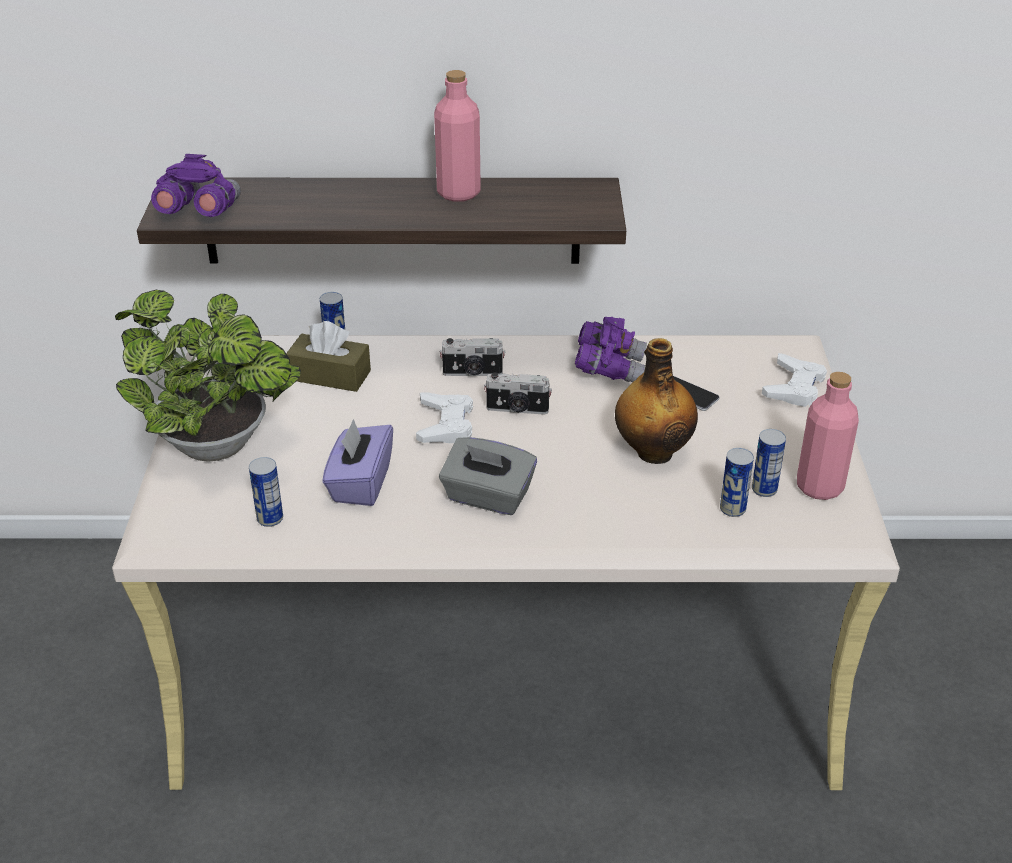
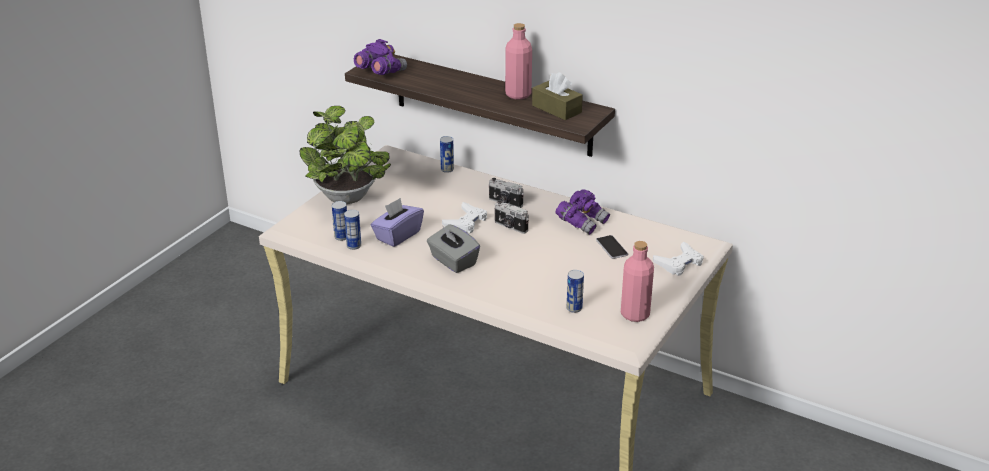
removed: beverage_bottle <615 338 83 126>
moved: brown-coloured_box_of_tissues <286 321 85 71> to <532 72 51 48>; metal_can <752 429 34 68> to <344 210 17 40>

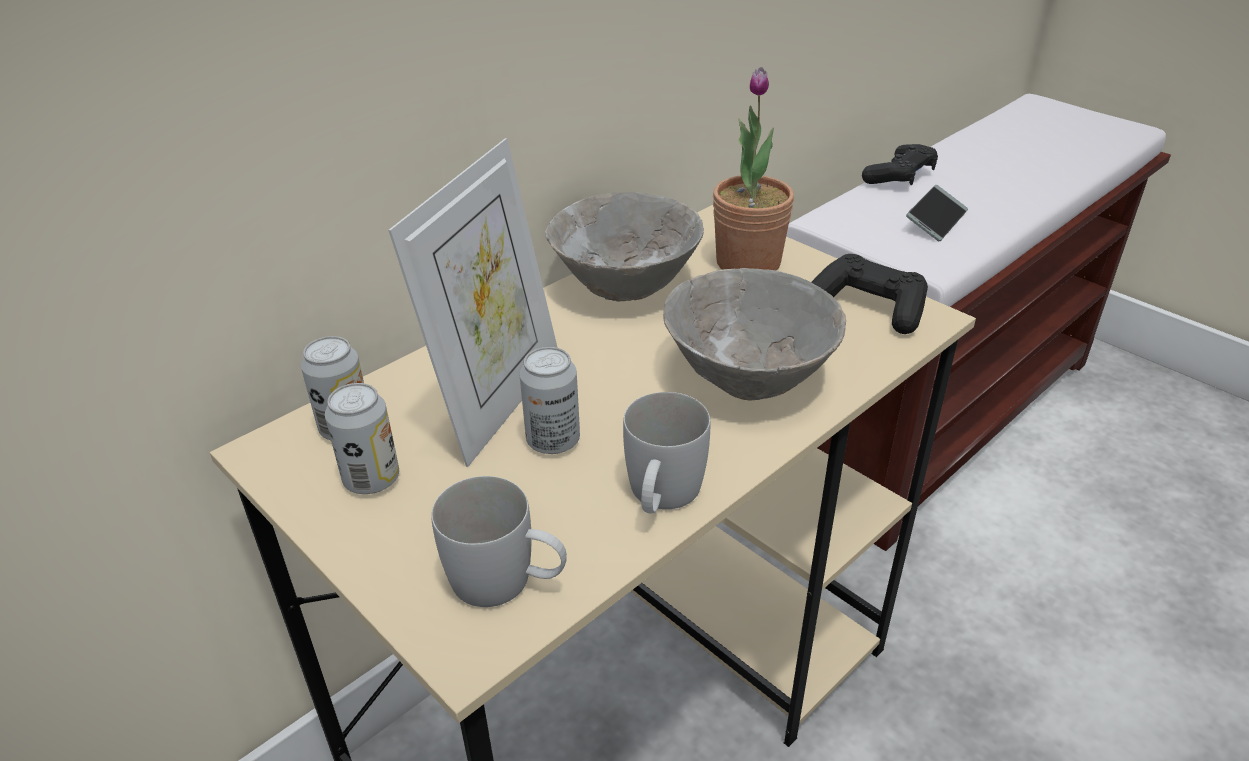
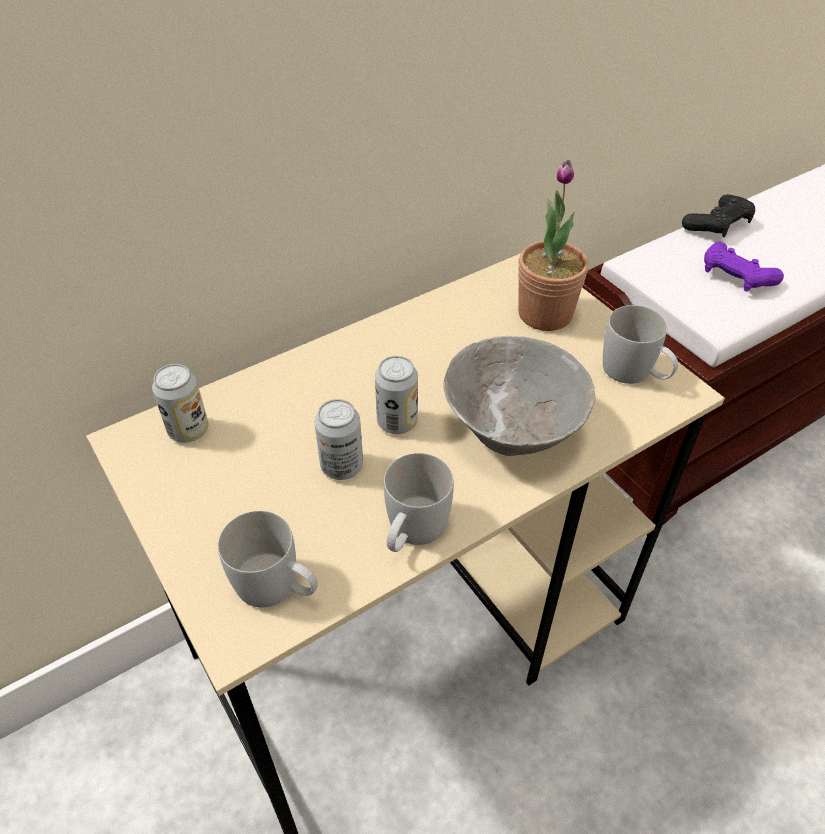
removed: photo_frame <388 138 170 329>; greyish_deep_dish <545 192 159 110>
moved: metal_can <325 383 74 111> to <375 356 43 78>
replaced: telephone <906 185 62 56> to purple_joypad <704 242 80 50>; black_joypad <811 254 117 80> to white_coffee_mug <603 305 75 79>

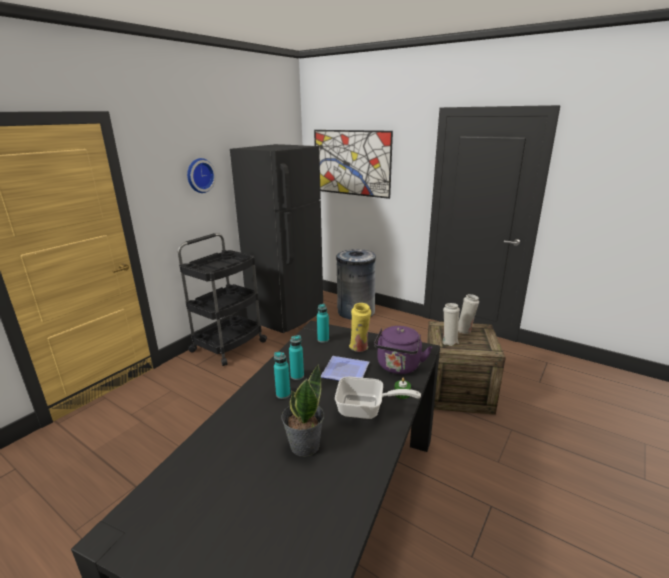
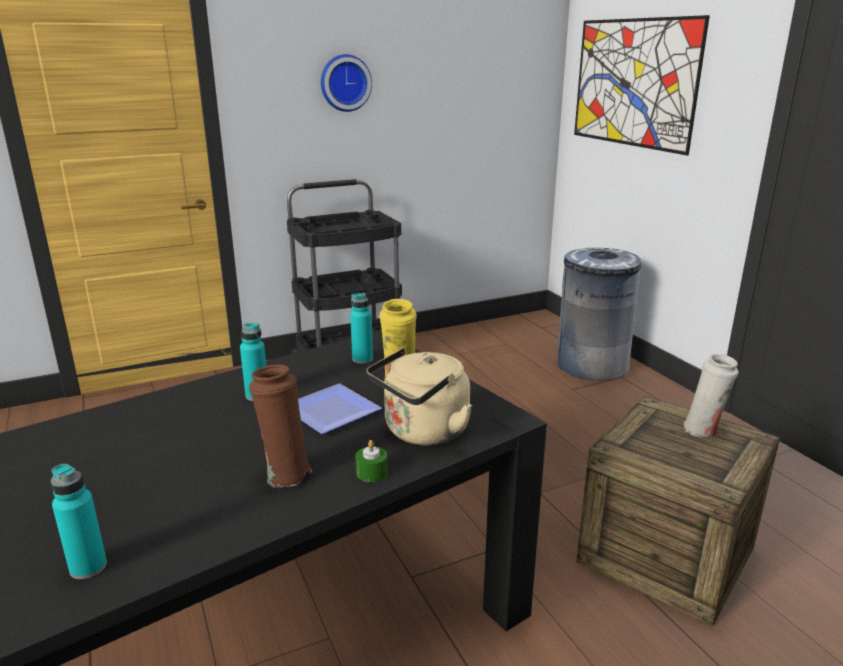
removed: black_kitchen_fridge <230 144 93 189>; white_flower_vase <442 303 18 43>; potted_plant <282 364 42 93>
moved: blue-green_beverage_bottle <274 352 17 47> to <51 464 56 115>
replaced: frying_pan <335 377 86 42> to brown-coloured_flower_vase <249 364 64 124>
recoloured: purple_tea_kettle <374 326 58 48> to beige_tea_kettle <367 348 105 98>

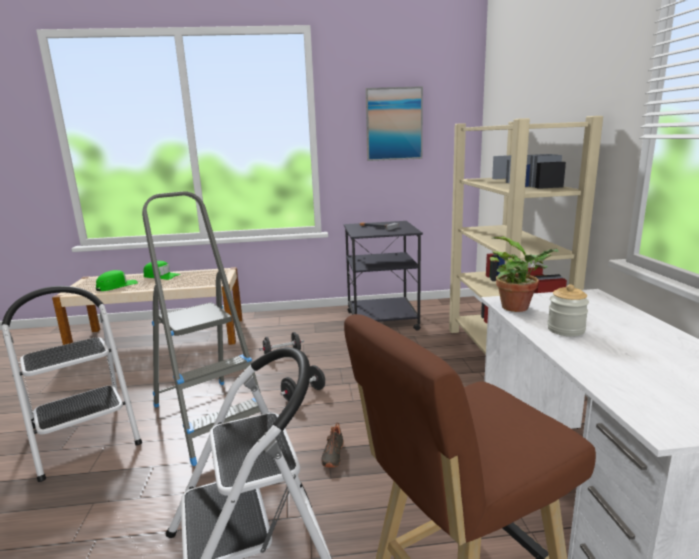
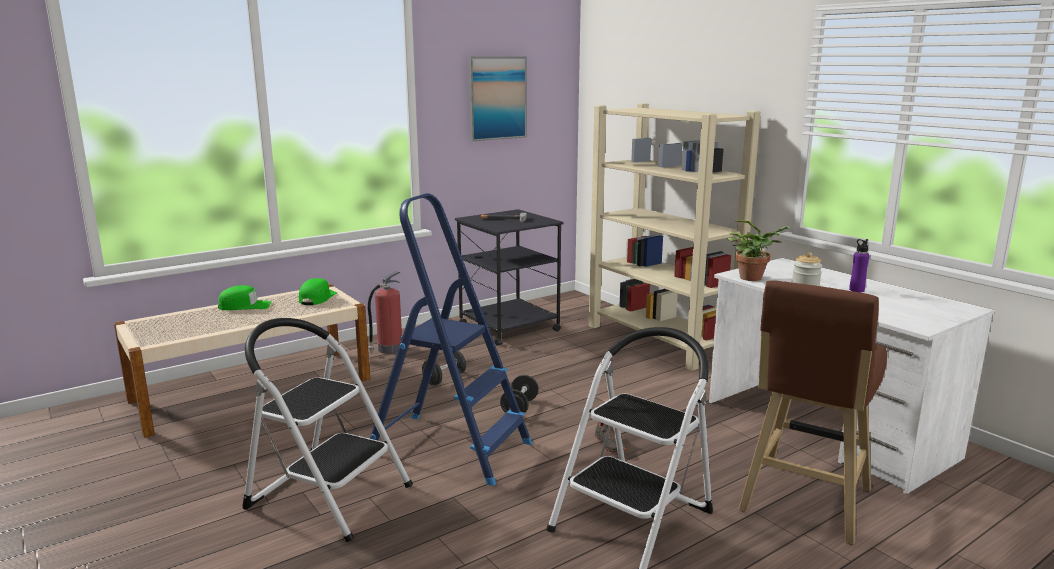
added: purple_beverage_bottle <849 239 20 53>; fire-fighting_cylinder <368 271 34 83>
moved: green-coloured_peaked_cap <96 270 42 21> to <299 278 38 27>
recoloured: greyish_step_stool <142 191 120 275> to blue-coloured_step_stool <370 193 162 293>

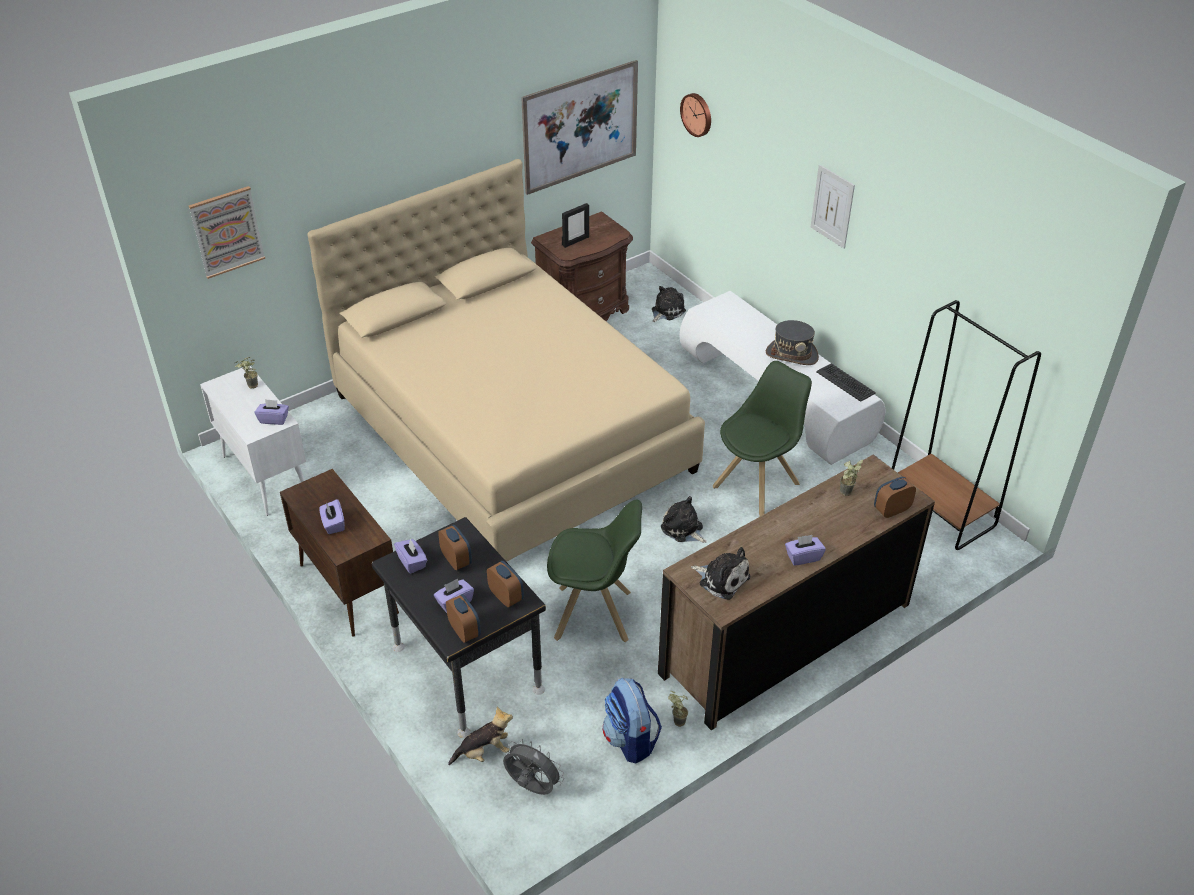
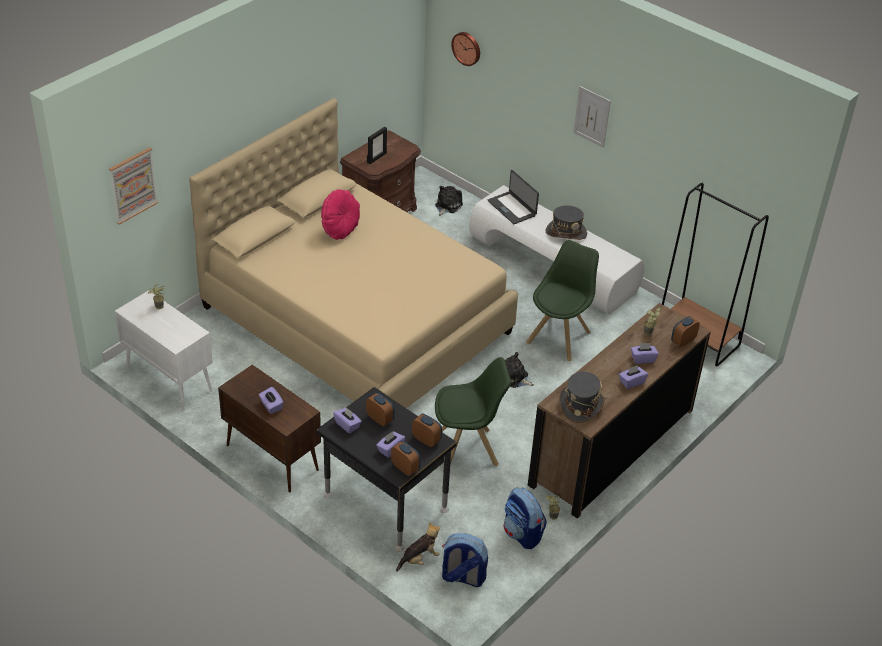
removed: picture <521 60 117 135>; PC_keyboard <816 363 60 39>
added: portable_computer <488 170 51 54>; pinkish_throw_pillow <321 189 39 51>
moved: purple_box_of_tissues <254 399 35 26> to <631 343 28 21>
replaced: cuddly_toy <691 547 60 53> to greyish_clothing_hat <559 371 46 52>; greyish_cooling_fan <503 739 61 56> to rucksack <442 533 46 54>

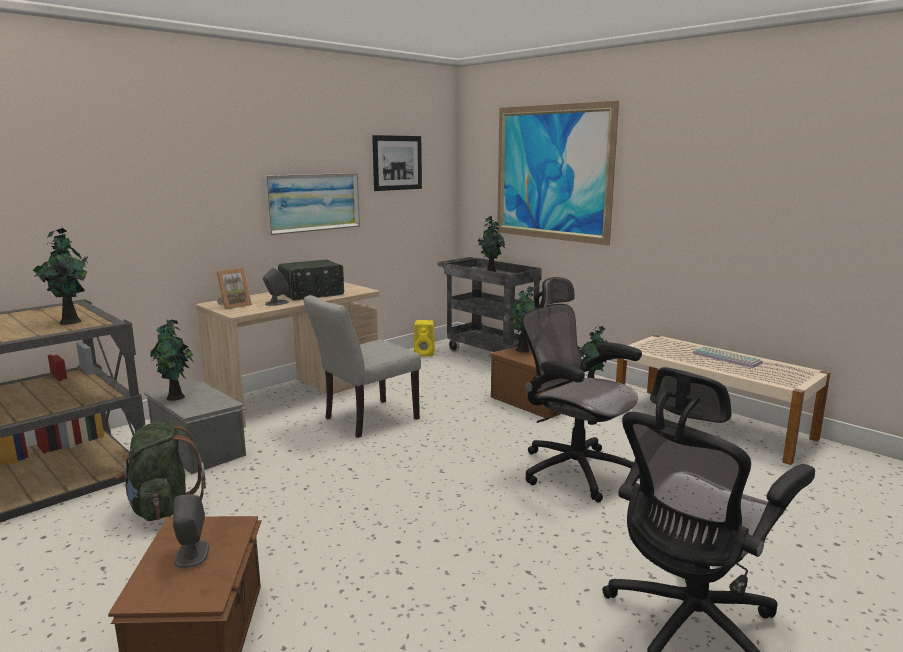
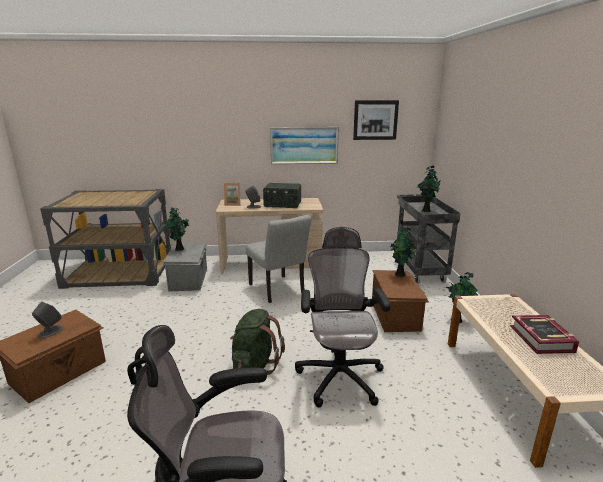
removed: picture <497 101 122 145>; potted_plant <32 228 56 97>; yellowish_speaker <414 320 21 36>
moved: green-coloured_rucksack <115 421 91 100> to <230 309 55 66>
replaced: PC_keyboard <692 346 71 22> to volume <510 315 69 39>
turned: greyish_chair <304 295 117 143> = <246 215 66 88> 120 degrees counterclockwise

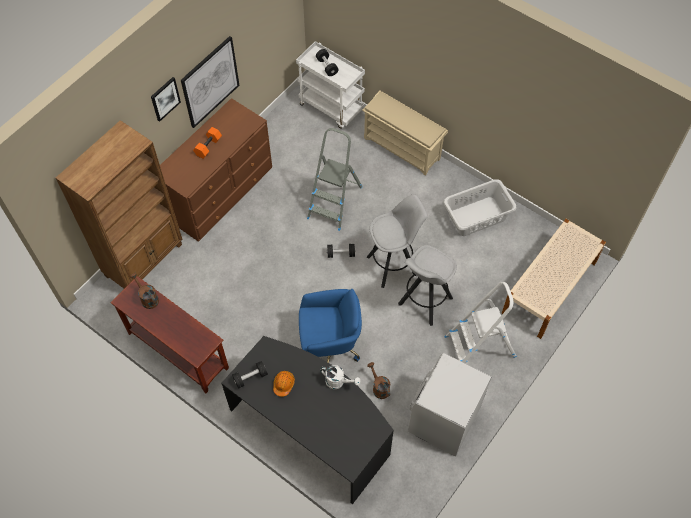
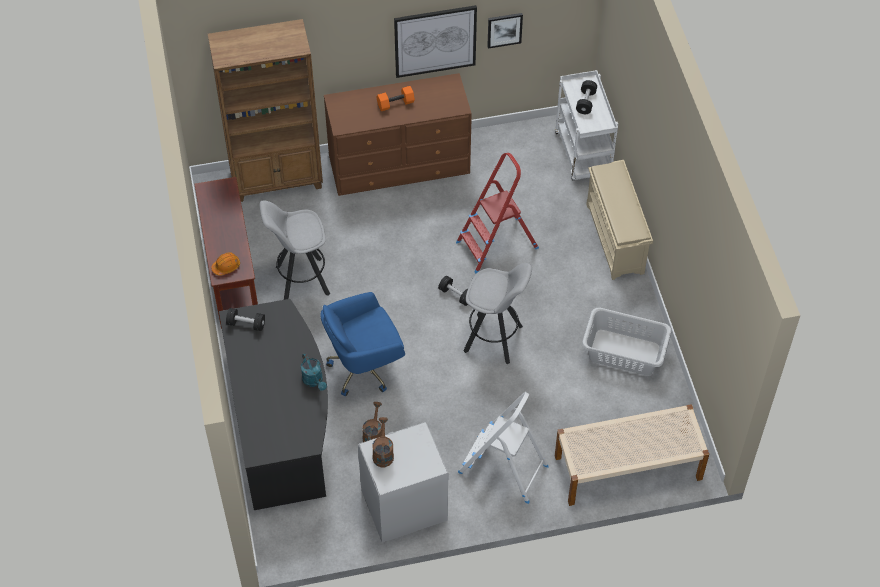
moved: picture <151 77 30 45> to <487 13 36 36>; greyish_sitting_stool <398 245 59 81> to <260 200 70 100>; brown-coloured_sprinkling_can <130 273 29 36> to <372 417 22 51>; orange-coloured_hard_hat <273 371 22 26> to <212 252 28 24>
recoloured: greyish_step_stool <307 128 56 103> to red-coloured_step_stool <456 153 83 121>; white_sprinkling_can <320 365 40 24> to blue-green_sprinkling_can <301 353 26 38>
turned: blue-coloured_desk_chair <299 289 63 74> = <320 292 85 104> 120 degrees clockwise

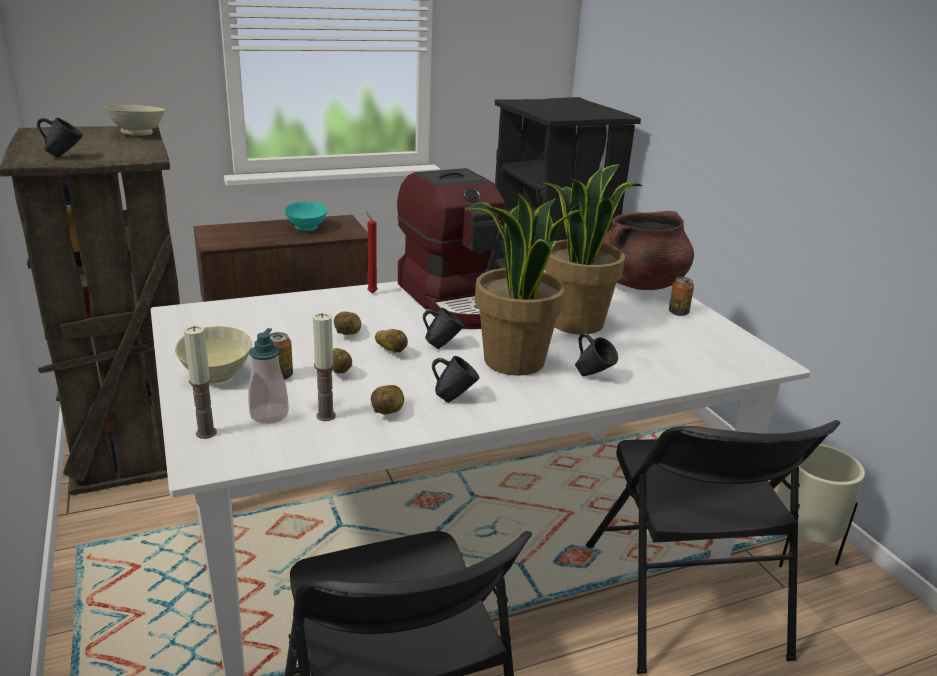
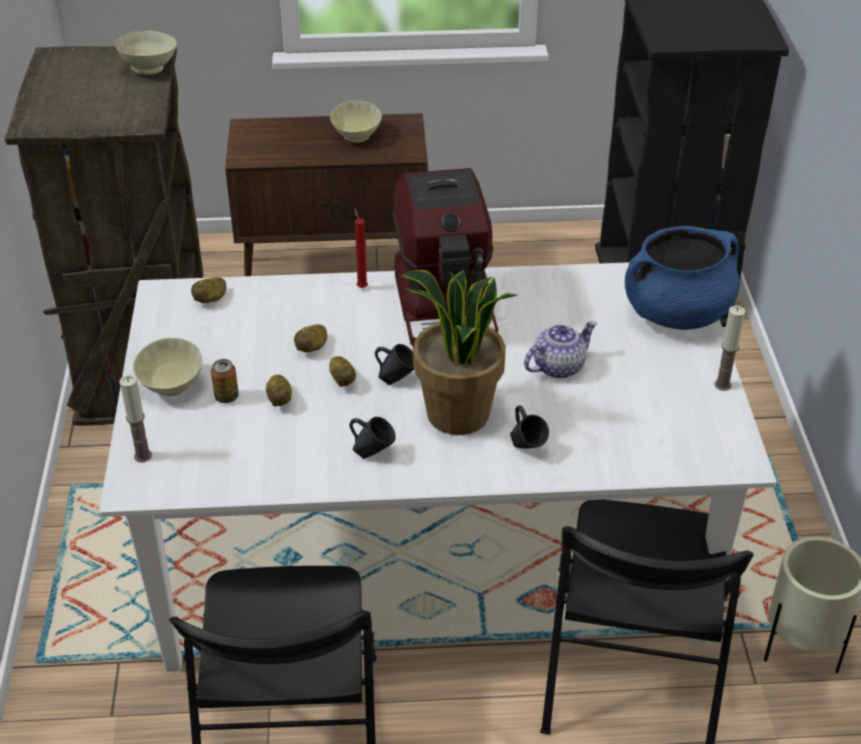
removed: blue-coloured_coffee_mug <37 118 46 40>; metal_can <669 277 25 39>; soap_bottle <248 328 41 96>
moved: wax_candle <313 313 23 108> to <715 306 30 85>; spud <371 385 33 30> to <191 277 35 26>
replaced: potted_plant <543 164 100 171> to pot_for_tea <524 321 73 57>
recoloured: blue-green_deep_dish <284 201 44 30> to beige_deep_dish <330 101 52 42>; brown-coloured_stockpot <603 211 91 79> to blue-coloured_stockpot <625 226 115 104>

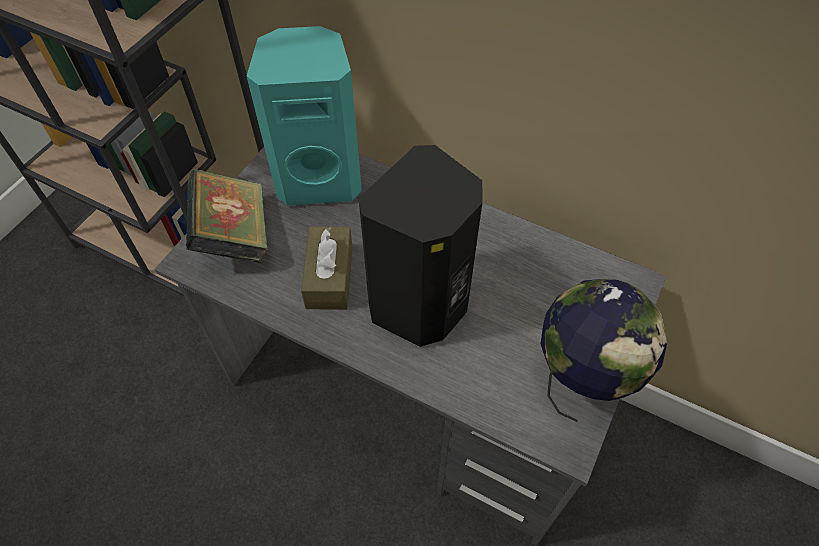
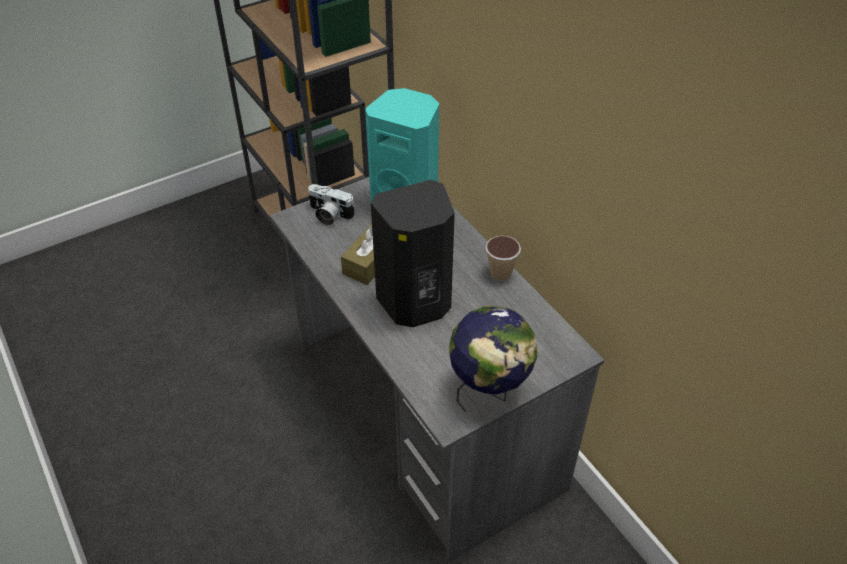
added: cup <486 236 35 45>
replaced: volume <186 169 82 94> to still_camera <308 184 46 42>

